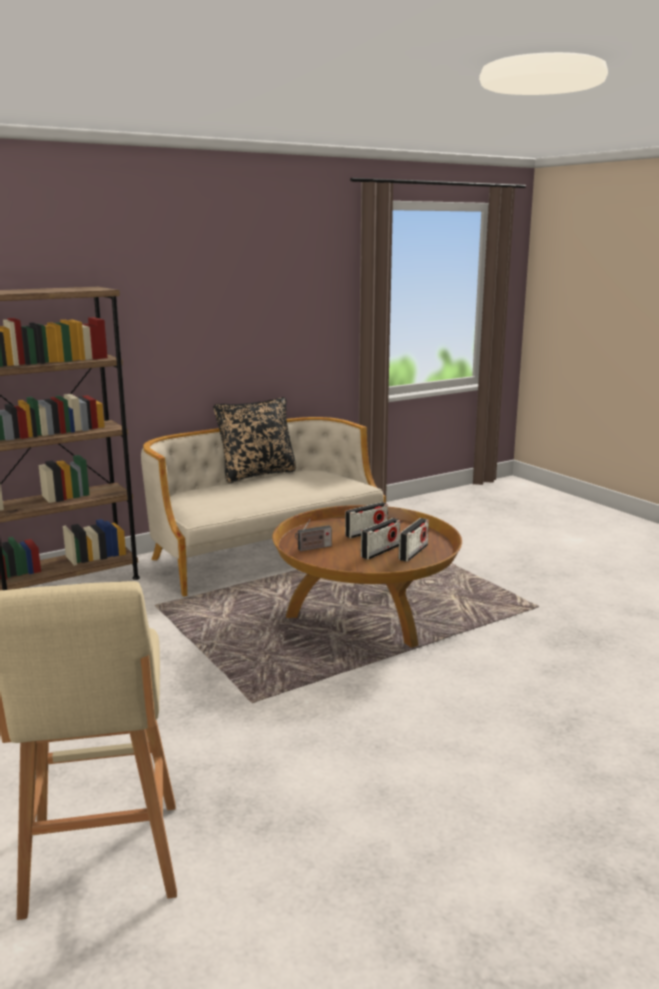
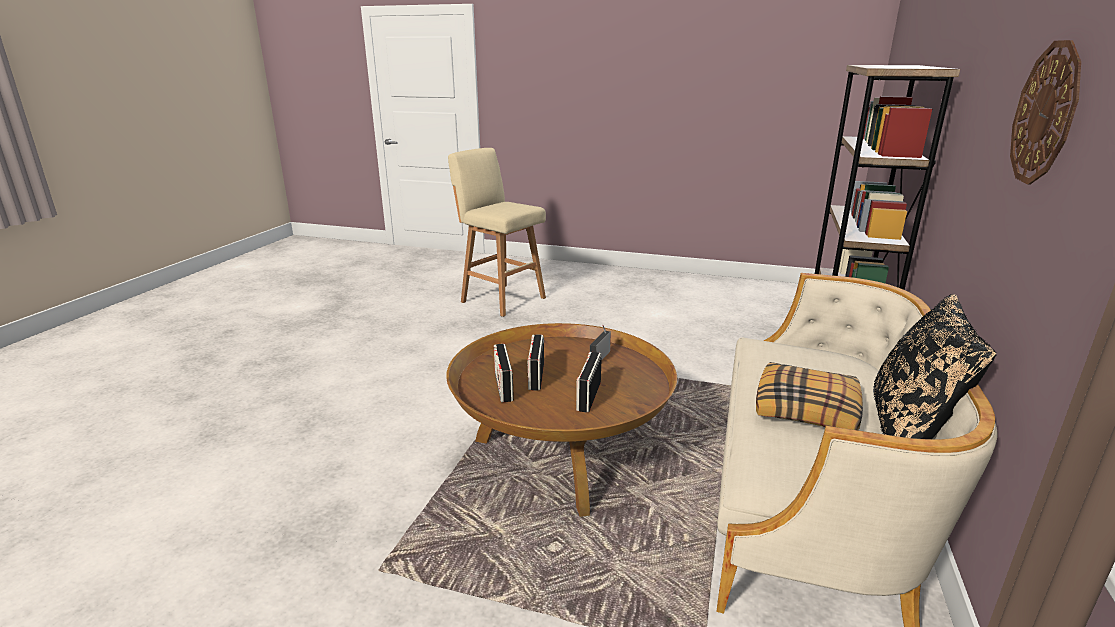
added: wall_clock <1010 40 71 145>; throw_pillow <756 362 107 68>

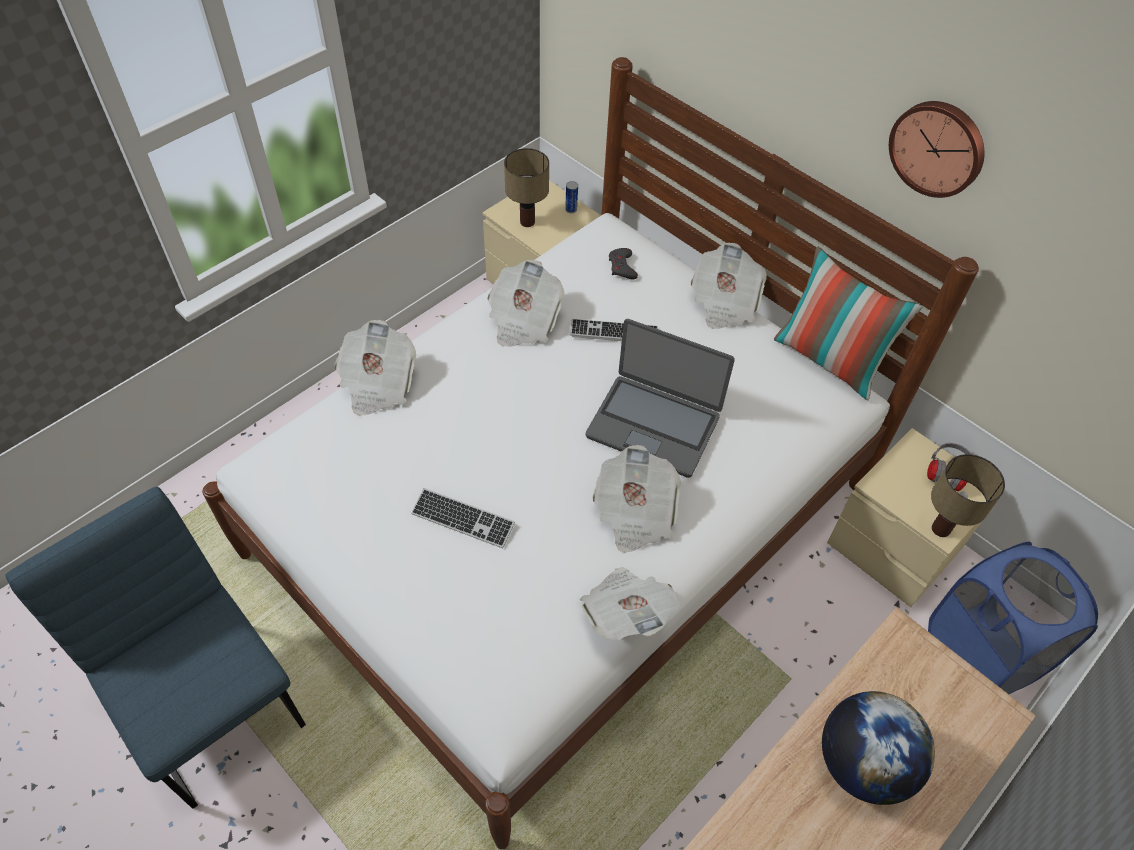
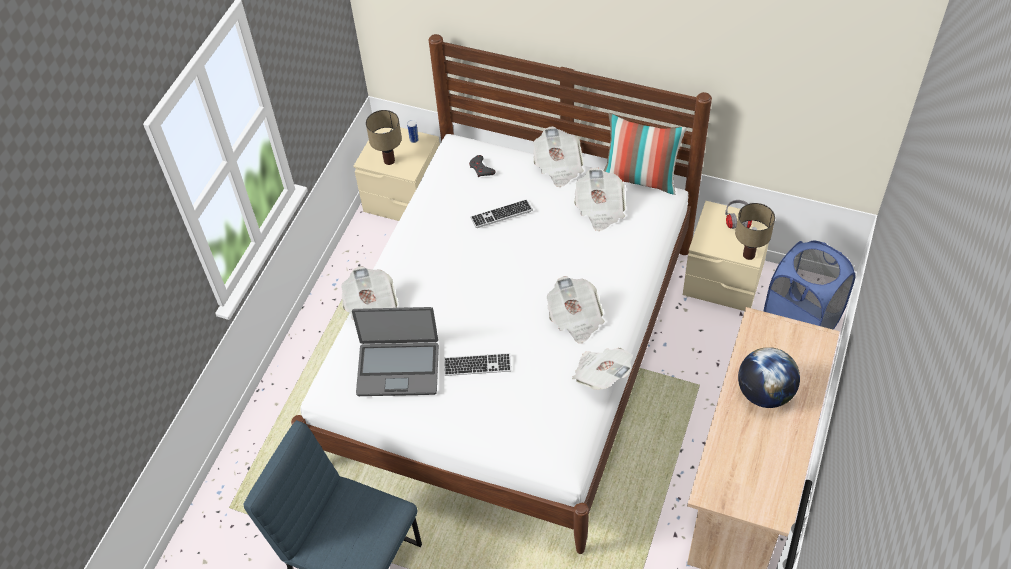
removed: wall_clock <889 101 96 97>
moved: daily_paper <488 260 77 87> to <574 168 52 63>; portable_computer <586 319 149 159> to <352 307 87 89>

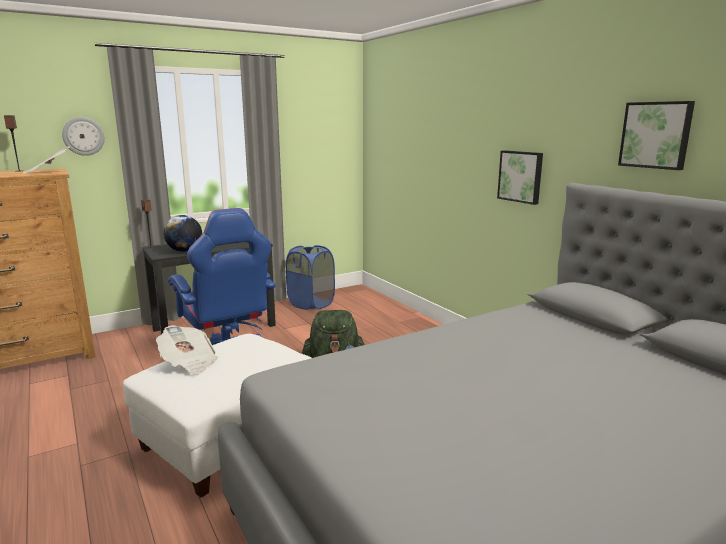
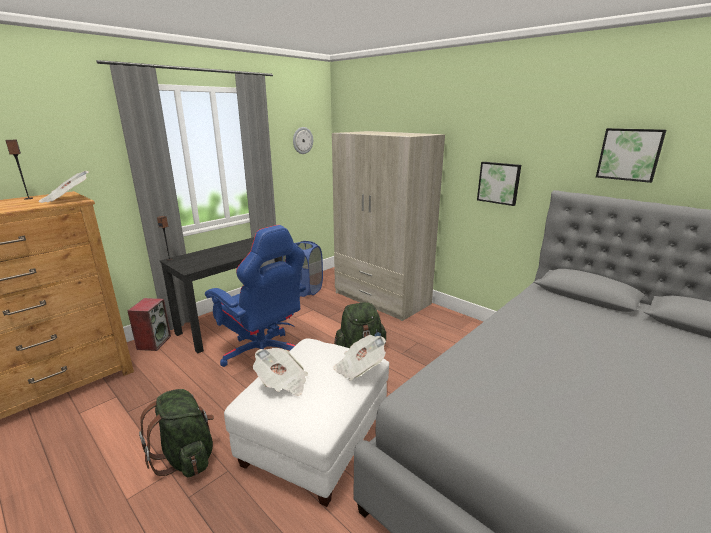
removed: desk_globe <163 215 39 37>
added: beige_clothes_cupboard <332 131 113 190>; speaker <128 298 43 53>; daily_paper <333 335 53 46>; green-coloured_rucksack <139 389 75 88>
moved: wall_clock <62 117 43 39> to <293 127 20 27>

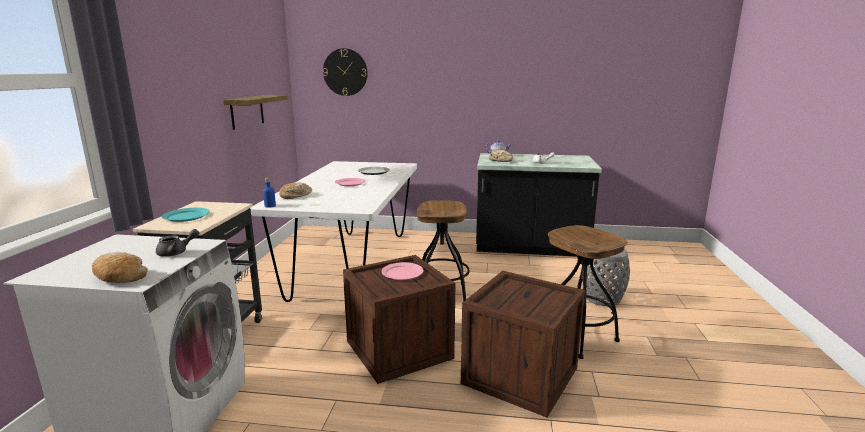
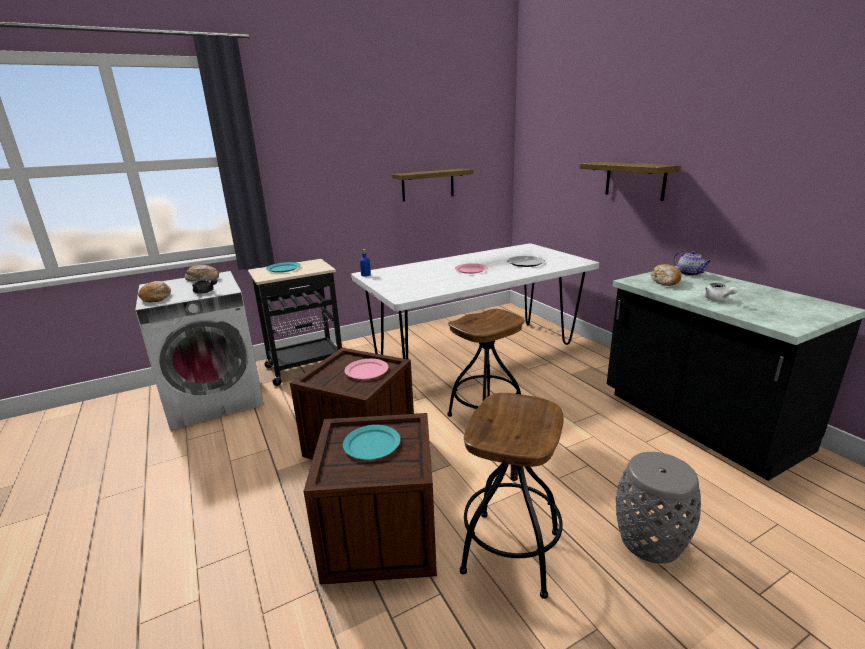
removed: wall_clock <323 48 45 48>
added: shelf <580 162 100 39>; blue-green_plate <343 425 57 35>
moved: bakery_bread <279 182 33 17> to <185 265 34 16>

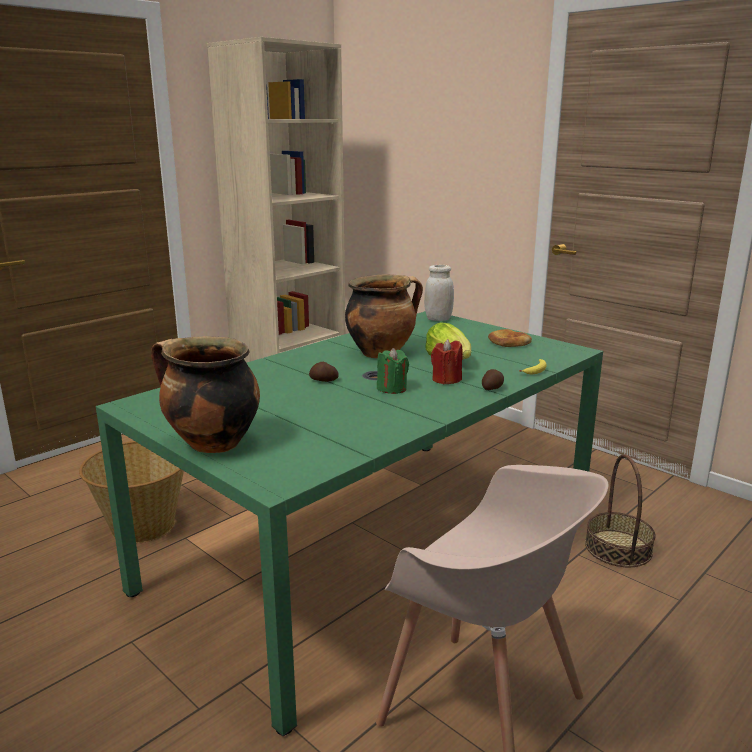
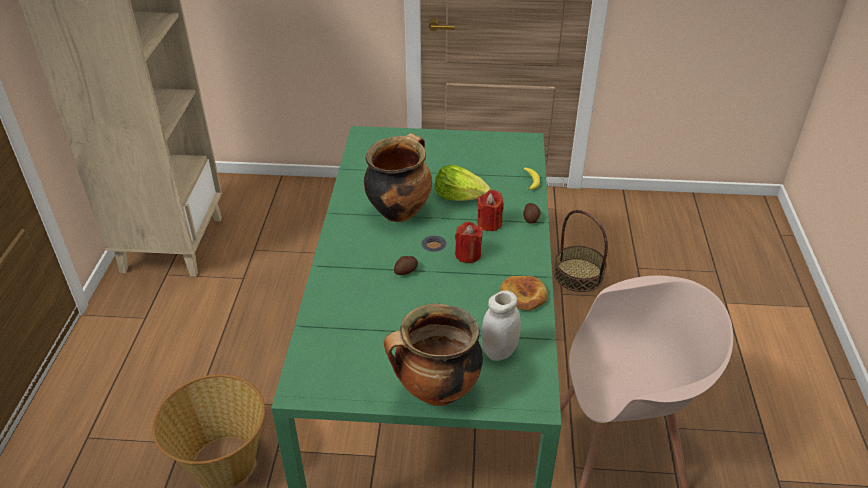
moved: white_preserve_jar <424 265 30 56> to <481 291 40 70>; bakery_bread <488 329 44 18> to <500 276 48 35>
recoloured: green-coloured_wax_candle <377 348 32 46> to red-coloured_wax_candle <455 222 28 41>

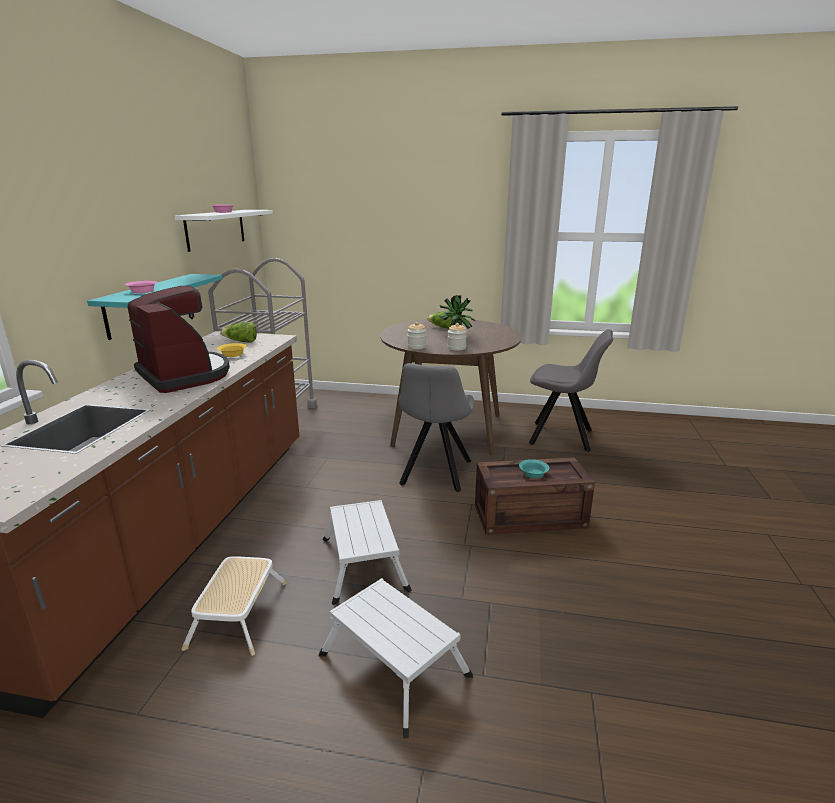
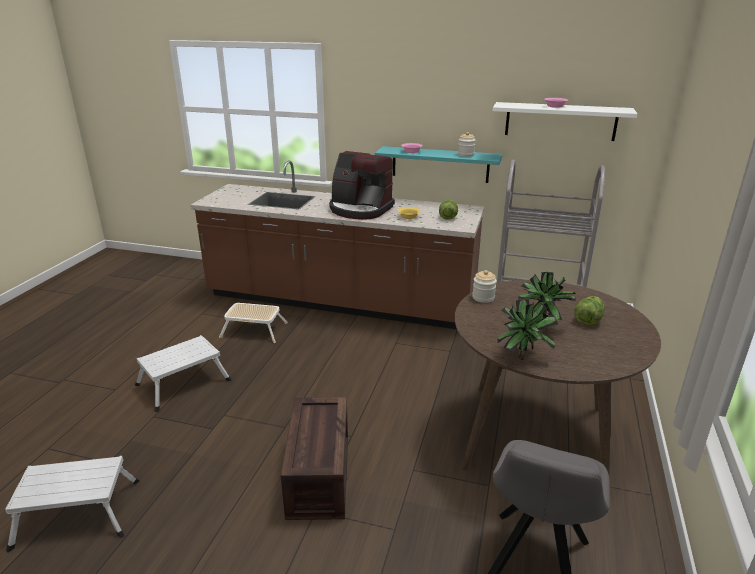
removed: greyish_chair <399 363 75 129>; blue-green_deep_dish <519 459 30 19>
added: potted_plant <497 299 61 61>
moved: preserve_jar <447 323 20 28> to <458 132 18 25>; white_step_stool <322 500 89 105> to <5 456 135 97>
turned: coffee_brewer <127 286 103 107> = <329 151 66 69> 60 degrees clockwise

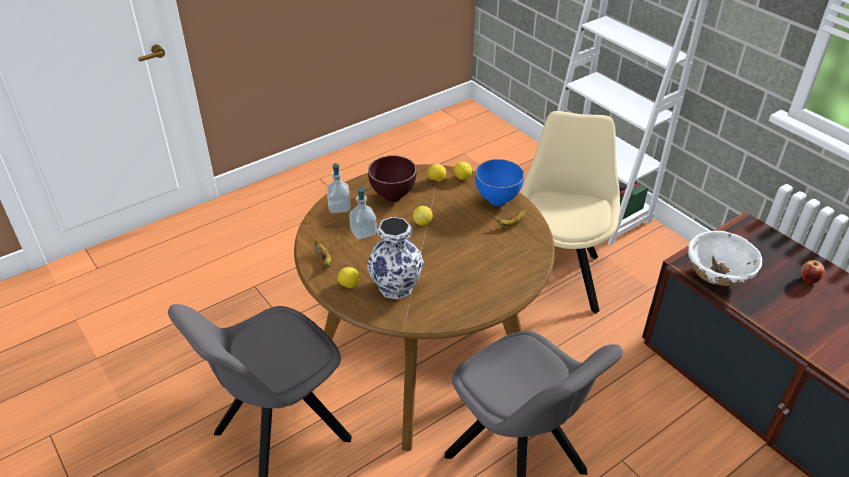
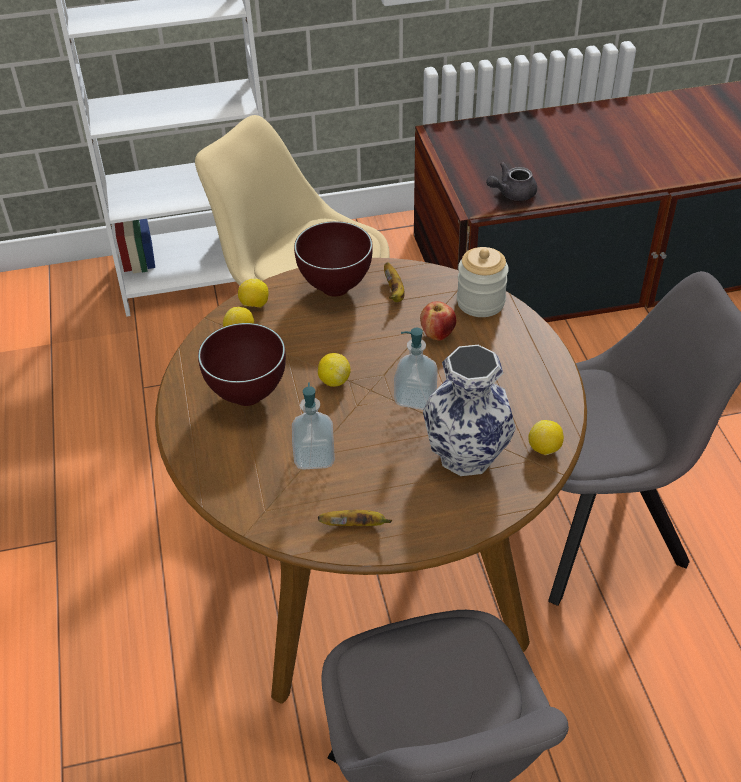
added: preserve_jar <457 247 52 70>
moved: soap_bottle <327 163 24 50> to <394 328 44 82>; apple_fruit <801 260 23 23> to <420 301 36 40>; citrus_fruit <338 267 22 21> to <528 420 36 35>
replaced: white_deep_dish <688 231 74 55> to greyish_pot_for_tea <486 162 51 39>
recoloured: blue-coloured_deep_dish <475 159 49 47> to brown-coloured_deep_dish <294 221 79 76>

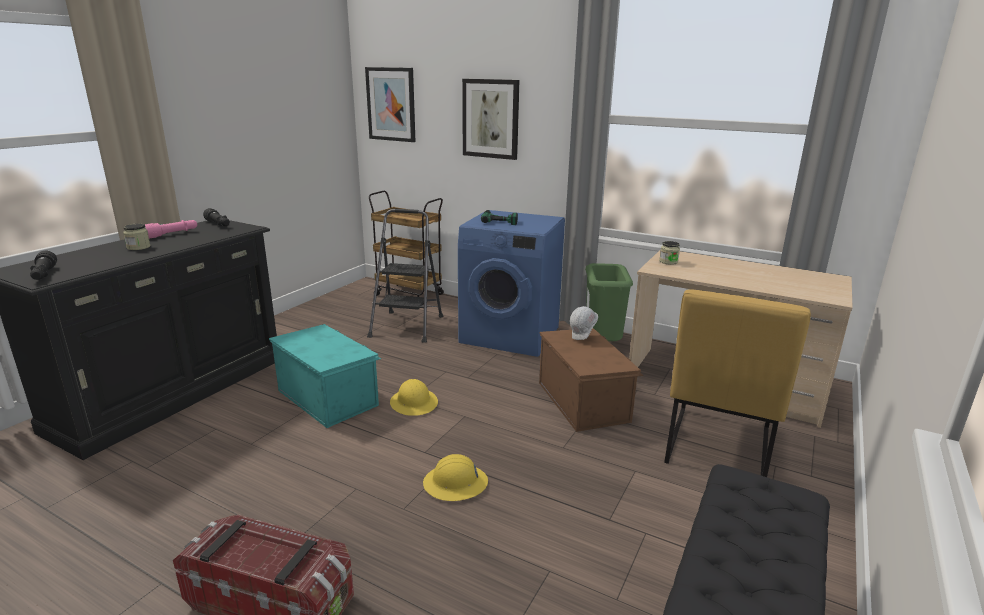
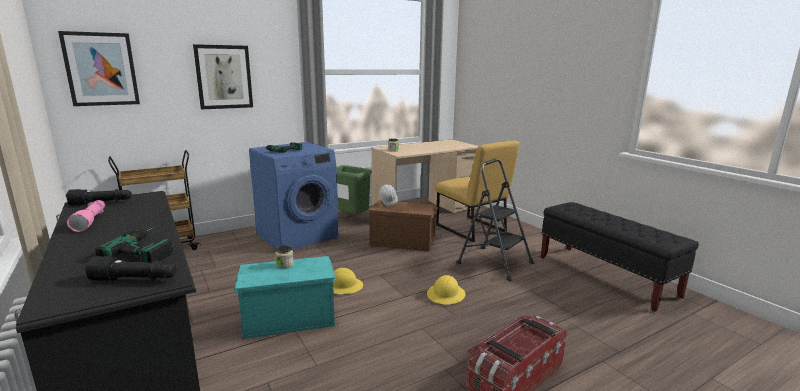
added: electric_drill <95 227 78 36>
moved: black_step_stool <367 209 77 134> to <456 159 78 123>; preserve_jar <123 224 27 26> to <275 245 19 23>

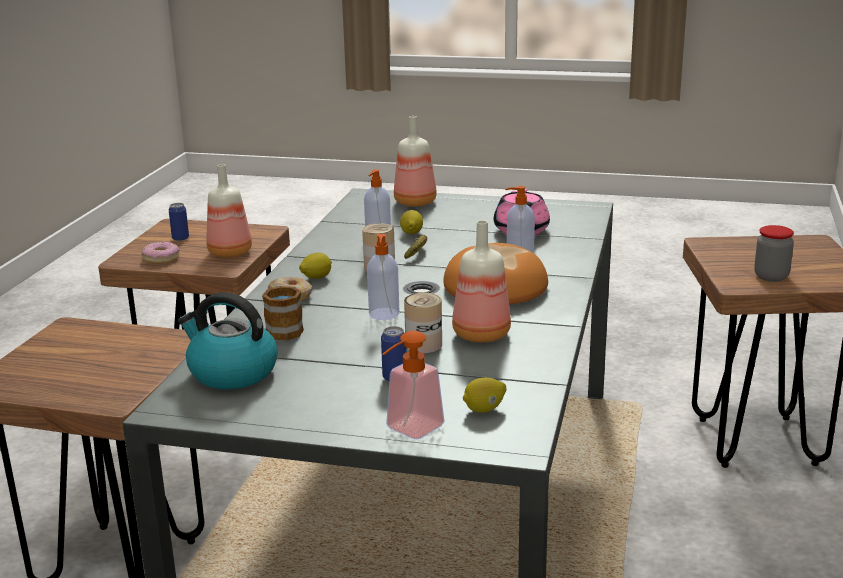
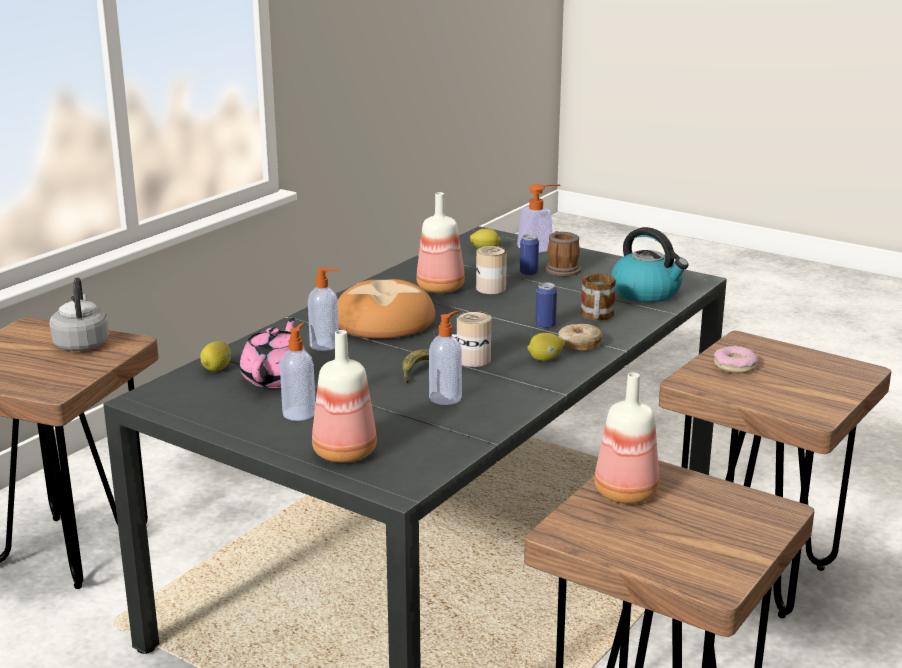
added: coffee_mug <545 231 36 46>
moved: metal_can <169 203 20 38> to <535 282 22 46>; citrus_fruit <400 210 23 24> to <200 341 31 30>; soap_bottle <367 234 33 86> to <280 323 35 98>; ring_doughnut <141 242 38 22> to <714 346 44 27>
replaced: preserve_jar <754 225 40 57> to greyish_tea_kettle <49 277 60 74>

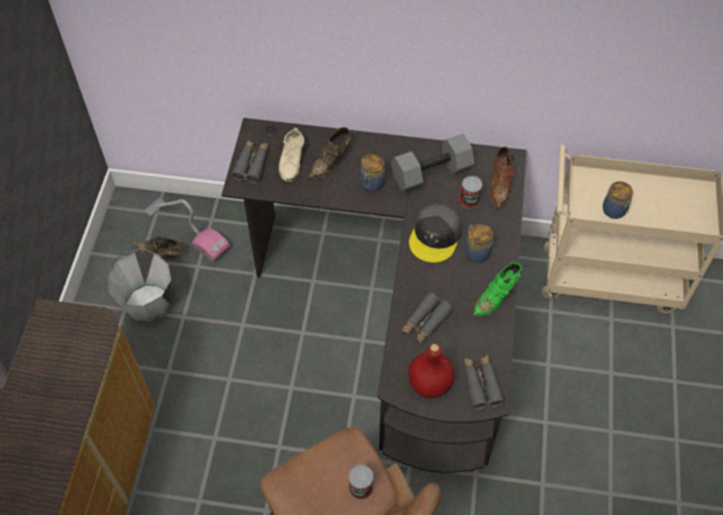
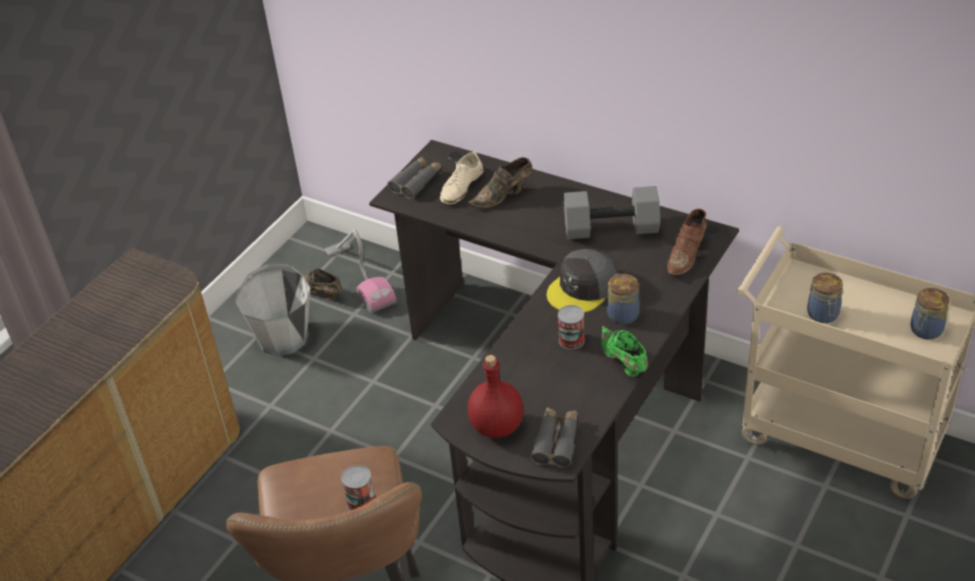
removed: greyish_field_glasses <401 292 52 52>
moved: preserve_jar <360 154 25 38> to <910 288 39 52>; metal_can <460 176 22 33> to <558 305 27 45>
turned: green-coloured_item_of_footwear <473 262 49 55> = <601 326 47 51> 90 degrees clockwise

